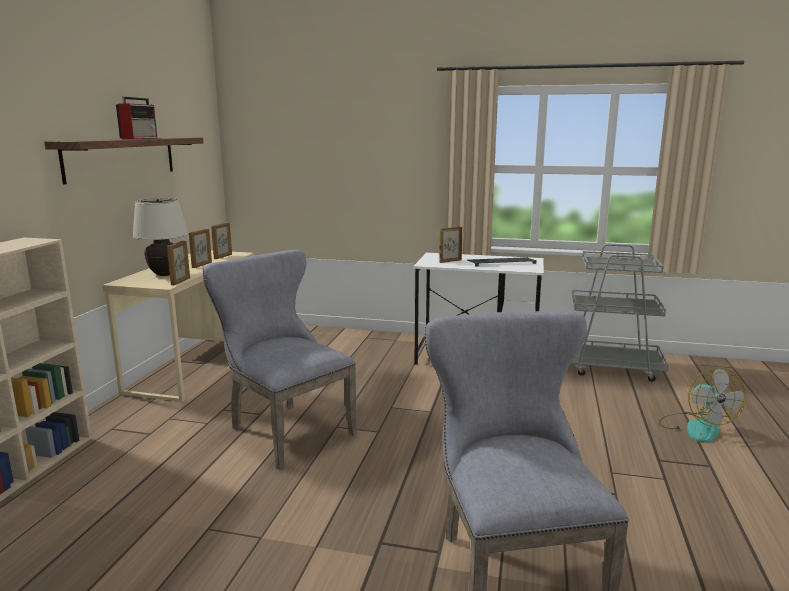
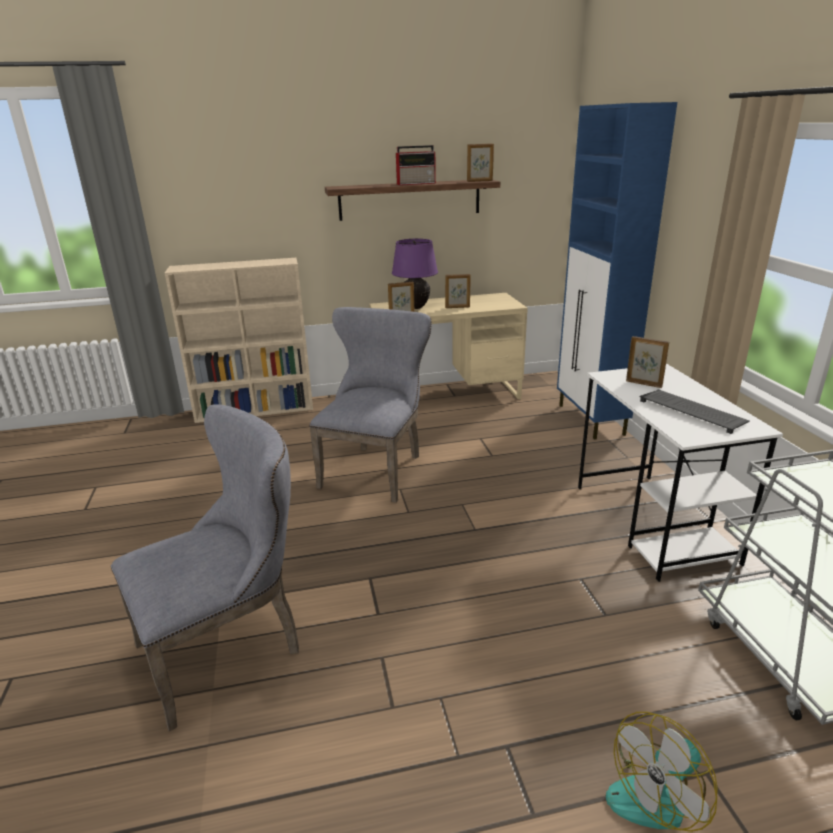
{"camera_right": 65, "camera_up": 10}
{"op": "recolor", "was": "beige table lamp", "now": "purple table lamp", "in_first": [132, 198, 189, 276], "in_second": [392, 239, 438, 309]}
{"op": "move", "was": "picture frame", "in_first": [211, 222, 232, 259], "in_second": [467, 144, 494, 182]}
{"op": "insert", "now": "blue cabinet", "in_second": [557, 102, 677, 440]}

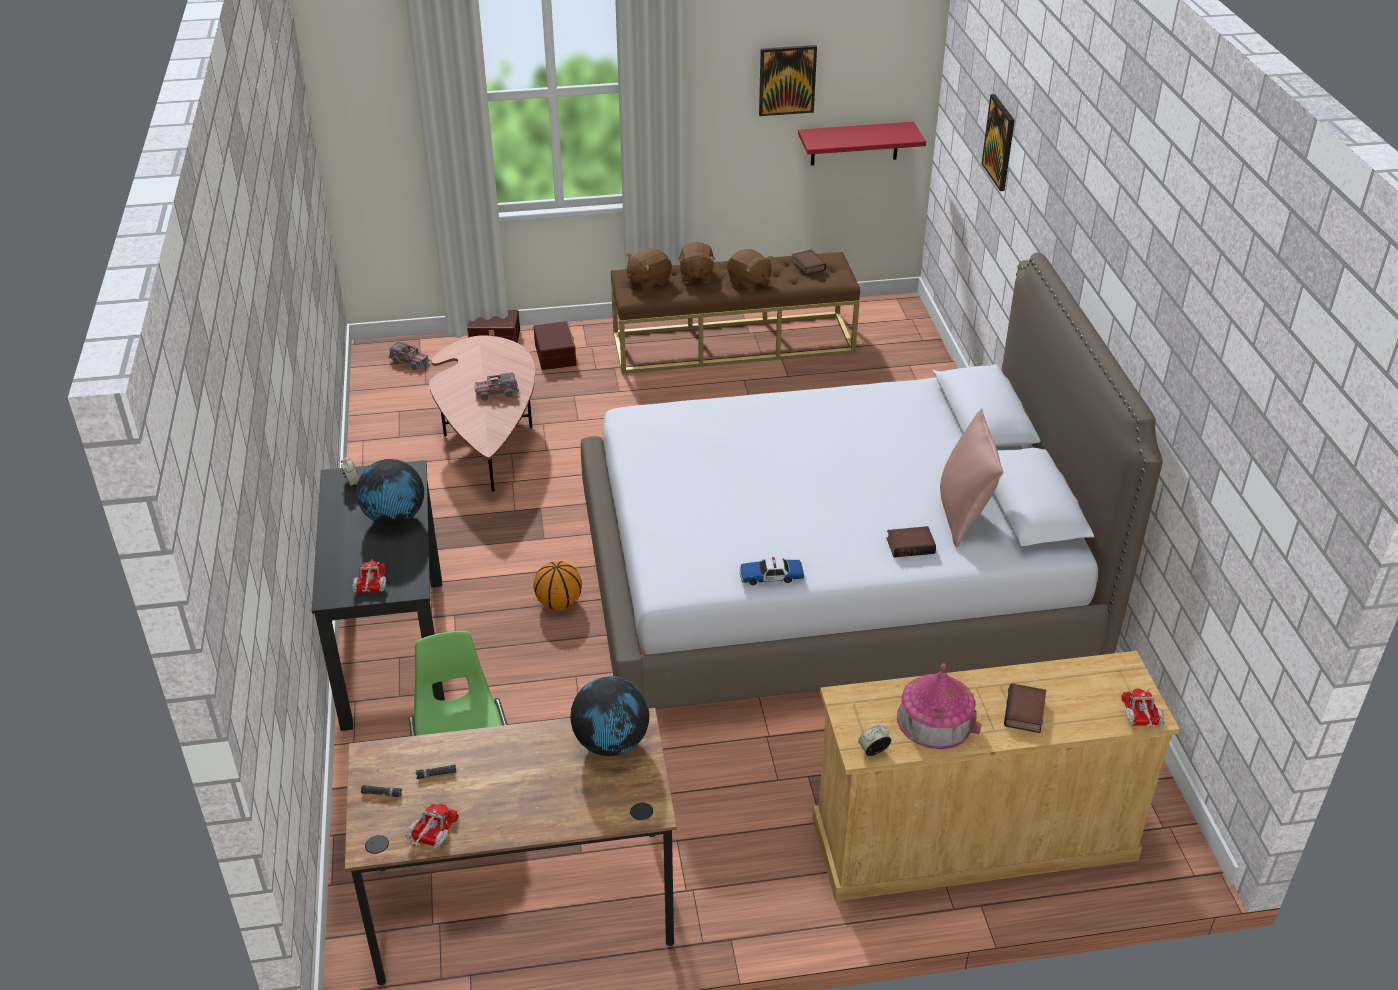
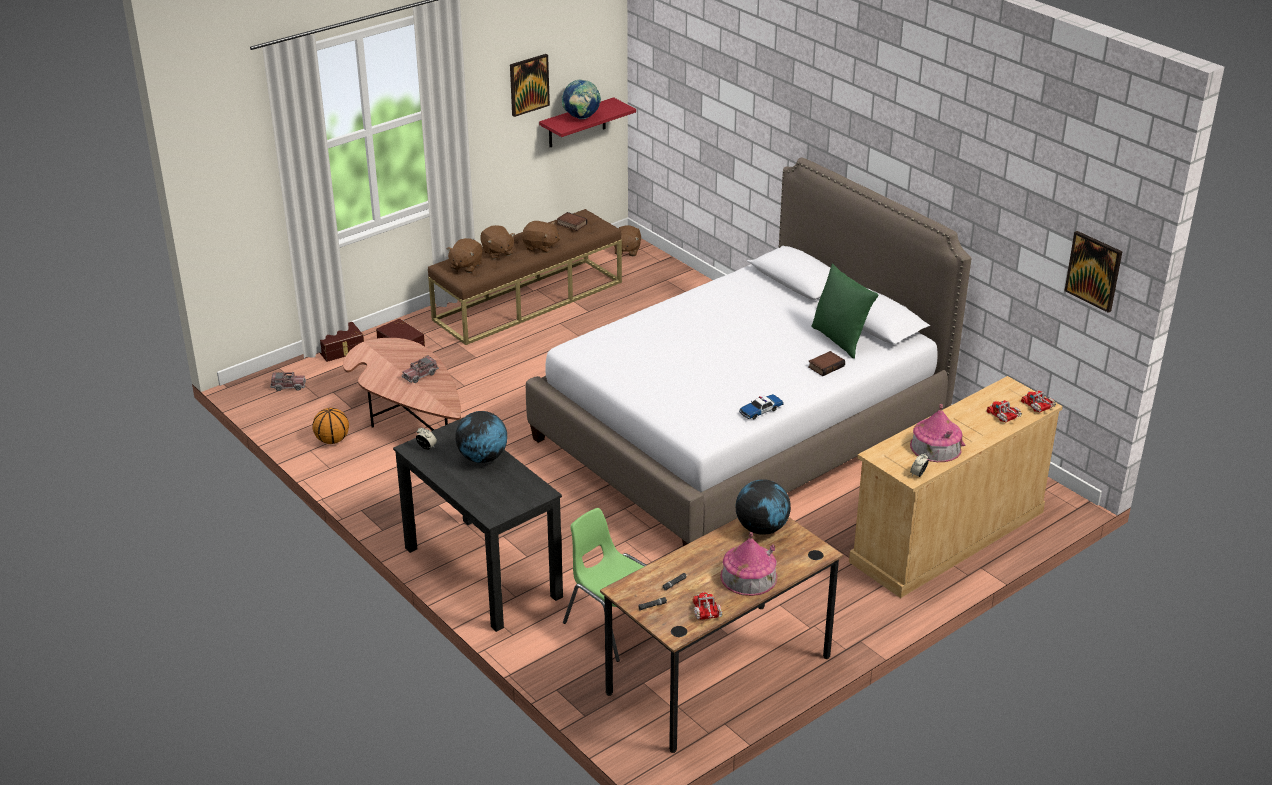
{"camera_right": -30, "camera_up": -5}
{"op": "move", "was": "toy truck", "in_first": [352, 559, 386, 593], "in_second": [986, 400, 1022, 422]}
{"op": "move", "was": "basketball", "in_first": [533, 561, 582, 610], "in_second": [312, 408, 349, 444]}
{"op": "recolor", "was": "pink pillow", "now": "green pillow", "in_first": [940, 408, 1004, 547], "in_second": [811, 263, 878, 359]}
{"op": "move", "was": "picture", "in_first": [981, 94, 1015, 191], "in_second": [1065, 231, 1122, 313]}
{"op": "delete", "was": "book", "in_first": [1004, 683, 1046, 733]}
{"op": "insert", "now": "globe", "in_second": [562, 79, 601, 119]}
{"op": "insert", "now": "brown plush toy", "in_second": [614, 225, 641, 256]}
{"op": "insert", "now": "toy house", "in_second": [720, 532, 777, 596]}

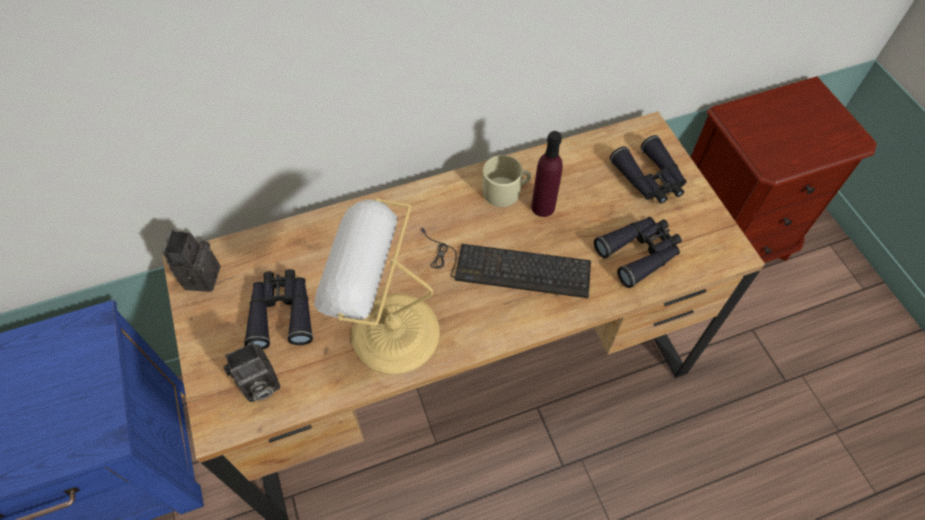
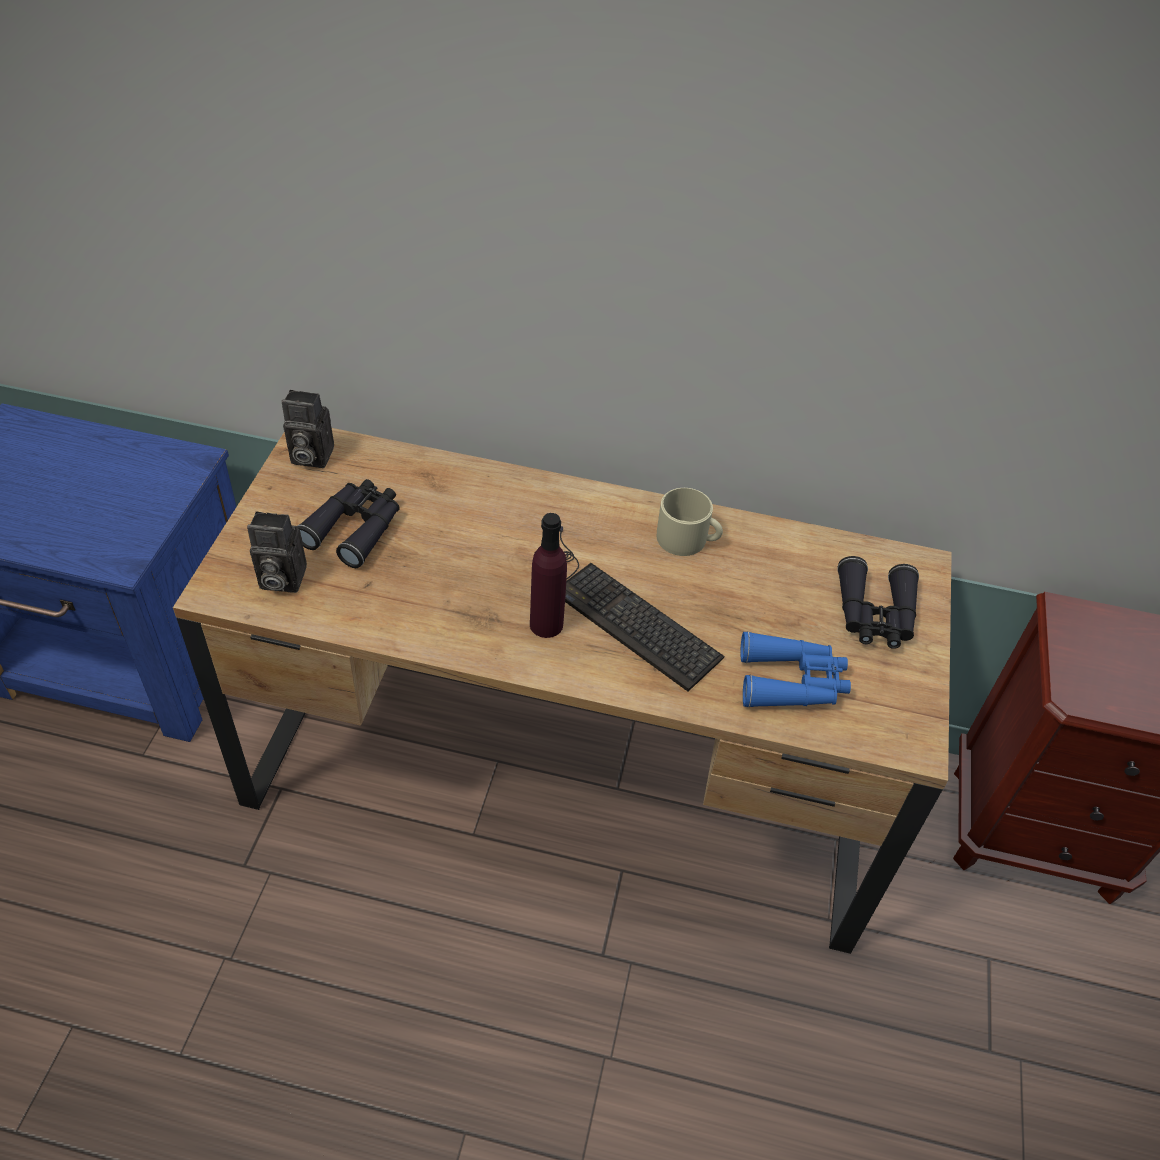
{"camera_right": 30, "camera_up": -10}
{"op": "rotate", "was": "photo camera", "in_first": [162, 229, 221, 292], "in_second": [282, 390, 334, 468], "clockwise": -120}
{"op": "delete", "was": "table lamp", "in_first": [314, 198, 440, 375]}
{"op": "move", "was": "purple bottle", "in_first": [531, 131, 563, 217], "in_second": [530, 513, 567, 638]}
{"op": "recolor", "was": "black binoculars", "now": "blue binoculars", "in_first": [594, 217, 682, 288], "in_second": [740, 631, 851, 708]}

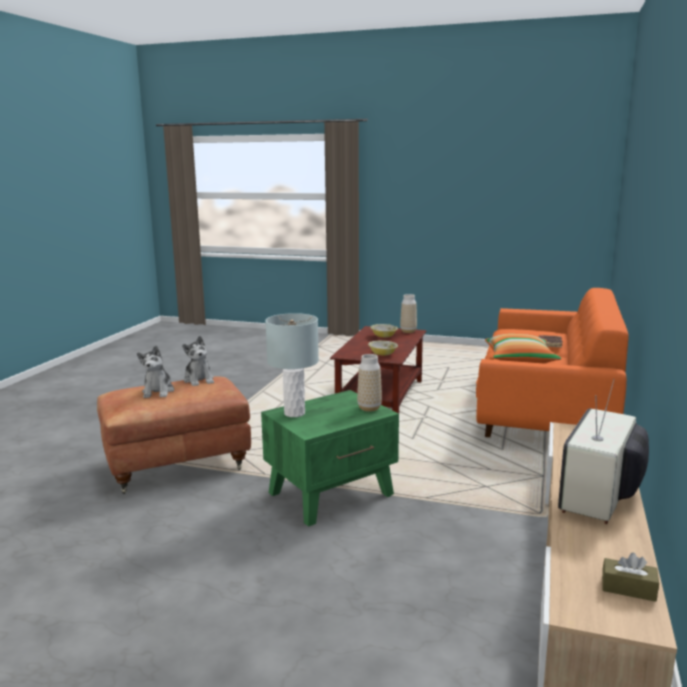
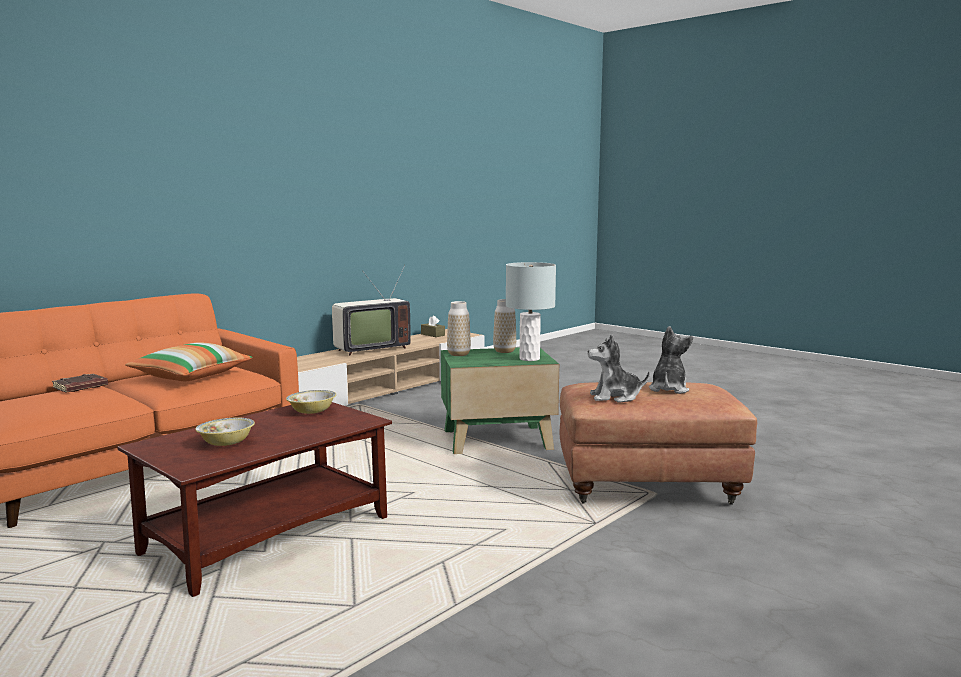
{"camera_right": -155, "camera_up": -5}
{"op": "rotate", "was": "plush toy", "in_first": [182, 336, 214, 386], "in_second": [588, 334, 650, 403], "clockwise": -90}
{"op": "move", "was": "vase", "in_first": [400, 294, 417, 333], "in_second": [493, 299, 516, 353]}

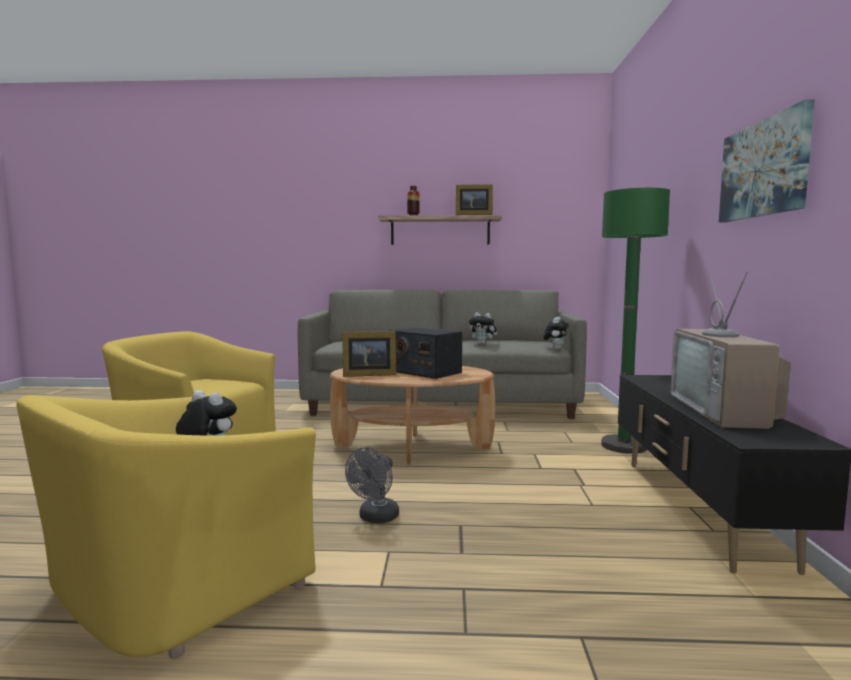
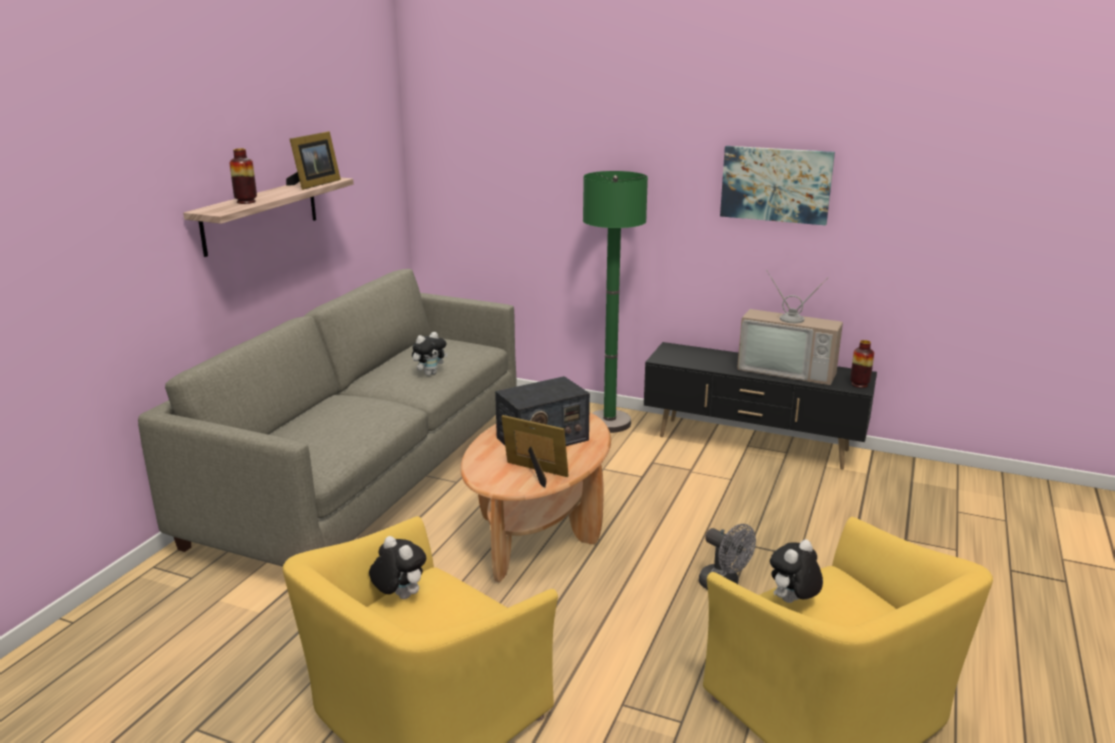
{"camera_right": -70, "camera_up": 15}
{"op": "rotate", "was": "picture frame", "in_first": [342, 331, 397, 377], "in_second": [501, 415, 569, 488], "clockwise": -75}
{"op": "move", "was": "plush toy", "in_first": [543, 317, 569, 350], "in_second": [369, 536, 426, 599]}
{"op": "insert", "now": "vase", "in_second": [850, 340, 874, 388]}

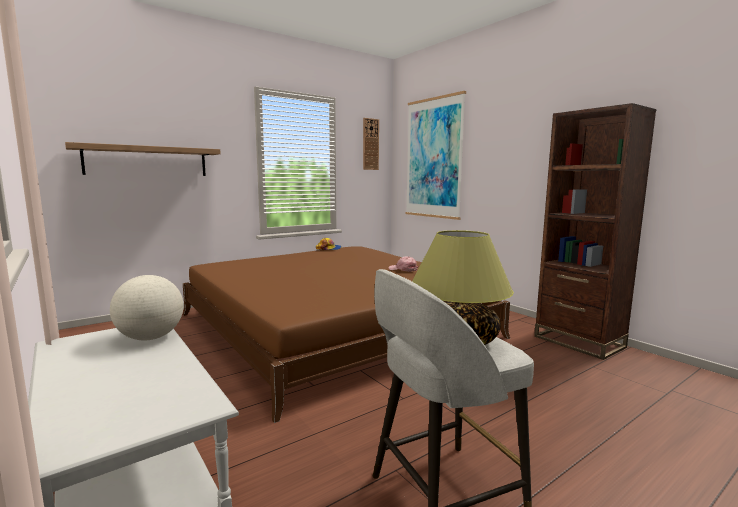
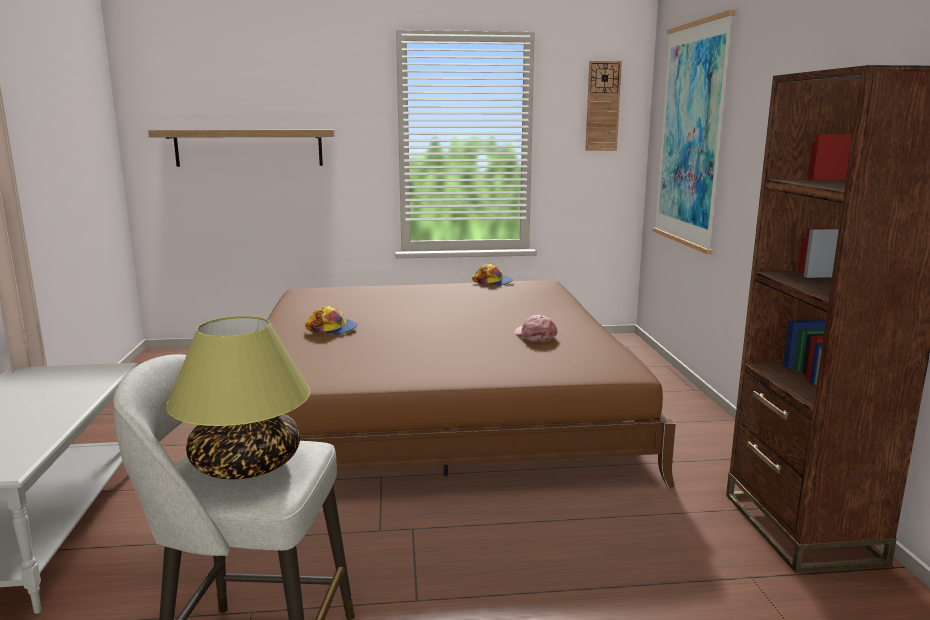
{"camera_right": 30, "camera_up": 5}
{"op": "delete", "was": "globe", "in_first": [110, 275, 183, 340]}
{"op": "insert", "now": "cap", "in_second": [305, 306, 358, 335]}

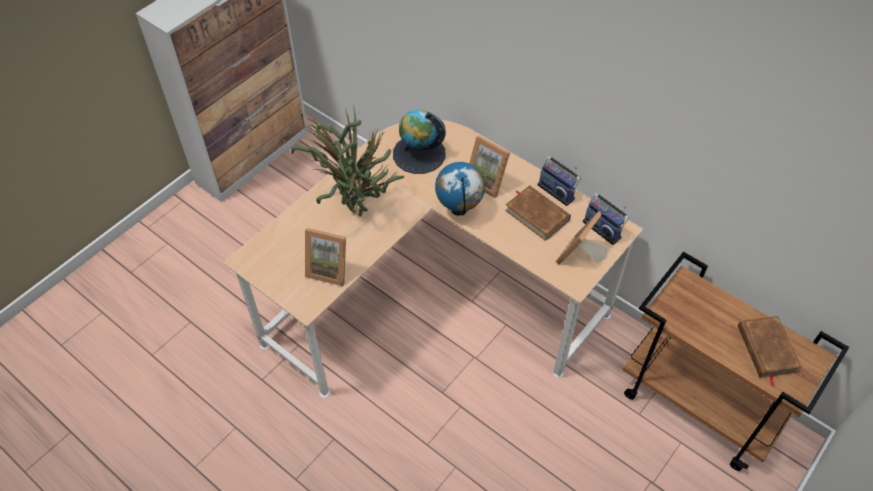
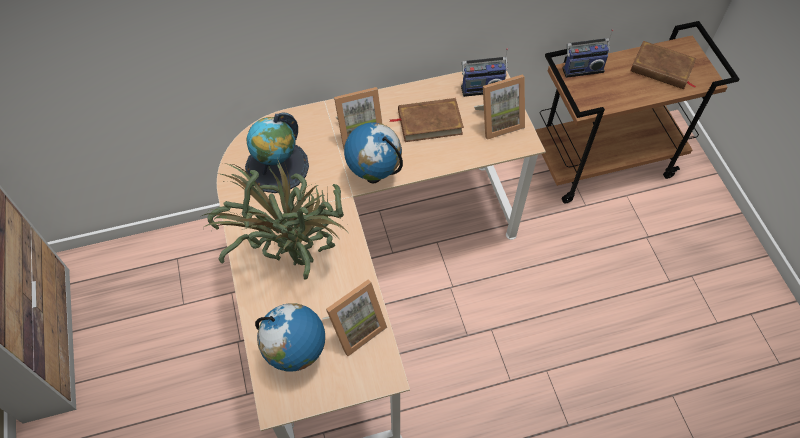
{"camera_right": -55, "camera_up": 5}
{"op": "move", "was": "radio", "in_first": [537, 156, 581, 206], "in_second": [562, 29, 613, 78]}
{"op": "rotate", "was": "picture frame", "in_first": [556, 211, 607, 264], "in_second": [474, 74, 525, 140], "clockwise": -90}
{"op": "insert", "now": "globe", "in_second": [255, 303, 325, 372]}

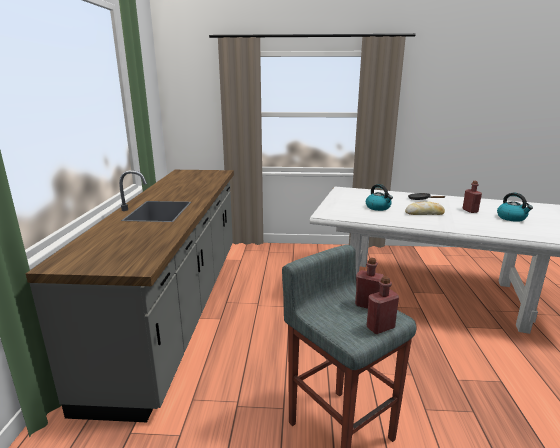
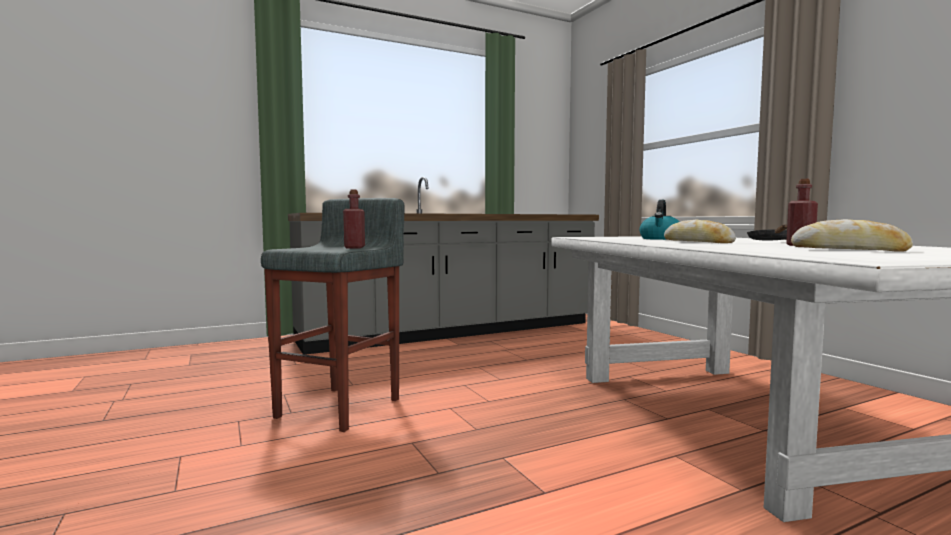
{"camera_right": 60, "camera_up": -15}
{"op": "delete", "was": "red bottle", "in_first": [367, 276, 399, 334]}
{"op": "replace", "was": "kettle", "now": "bread", "in_first": [497, 193, 533, 222], "in_second": [791, 219, 913, 252]}

